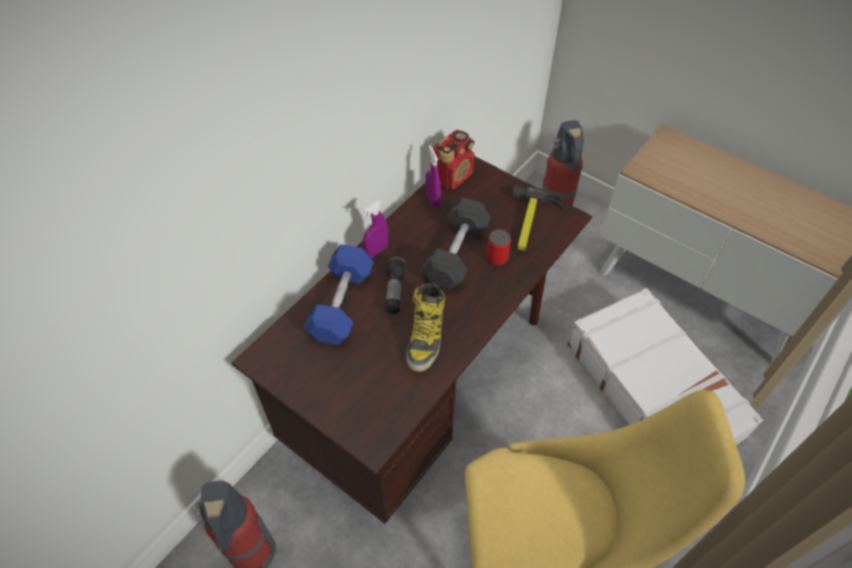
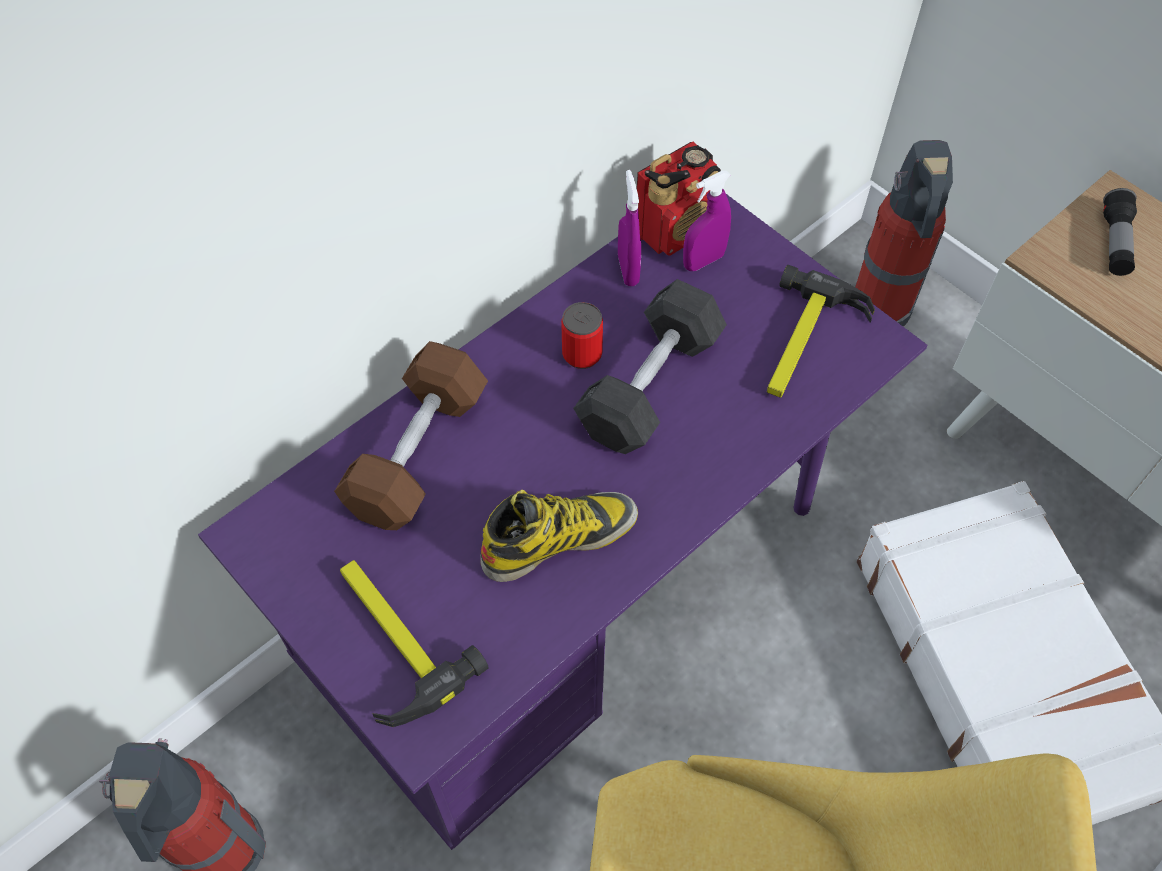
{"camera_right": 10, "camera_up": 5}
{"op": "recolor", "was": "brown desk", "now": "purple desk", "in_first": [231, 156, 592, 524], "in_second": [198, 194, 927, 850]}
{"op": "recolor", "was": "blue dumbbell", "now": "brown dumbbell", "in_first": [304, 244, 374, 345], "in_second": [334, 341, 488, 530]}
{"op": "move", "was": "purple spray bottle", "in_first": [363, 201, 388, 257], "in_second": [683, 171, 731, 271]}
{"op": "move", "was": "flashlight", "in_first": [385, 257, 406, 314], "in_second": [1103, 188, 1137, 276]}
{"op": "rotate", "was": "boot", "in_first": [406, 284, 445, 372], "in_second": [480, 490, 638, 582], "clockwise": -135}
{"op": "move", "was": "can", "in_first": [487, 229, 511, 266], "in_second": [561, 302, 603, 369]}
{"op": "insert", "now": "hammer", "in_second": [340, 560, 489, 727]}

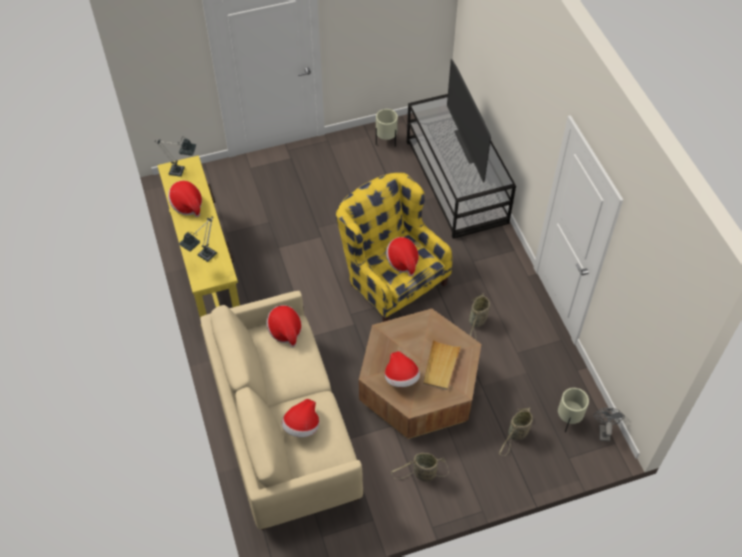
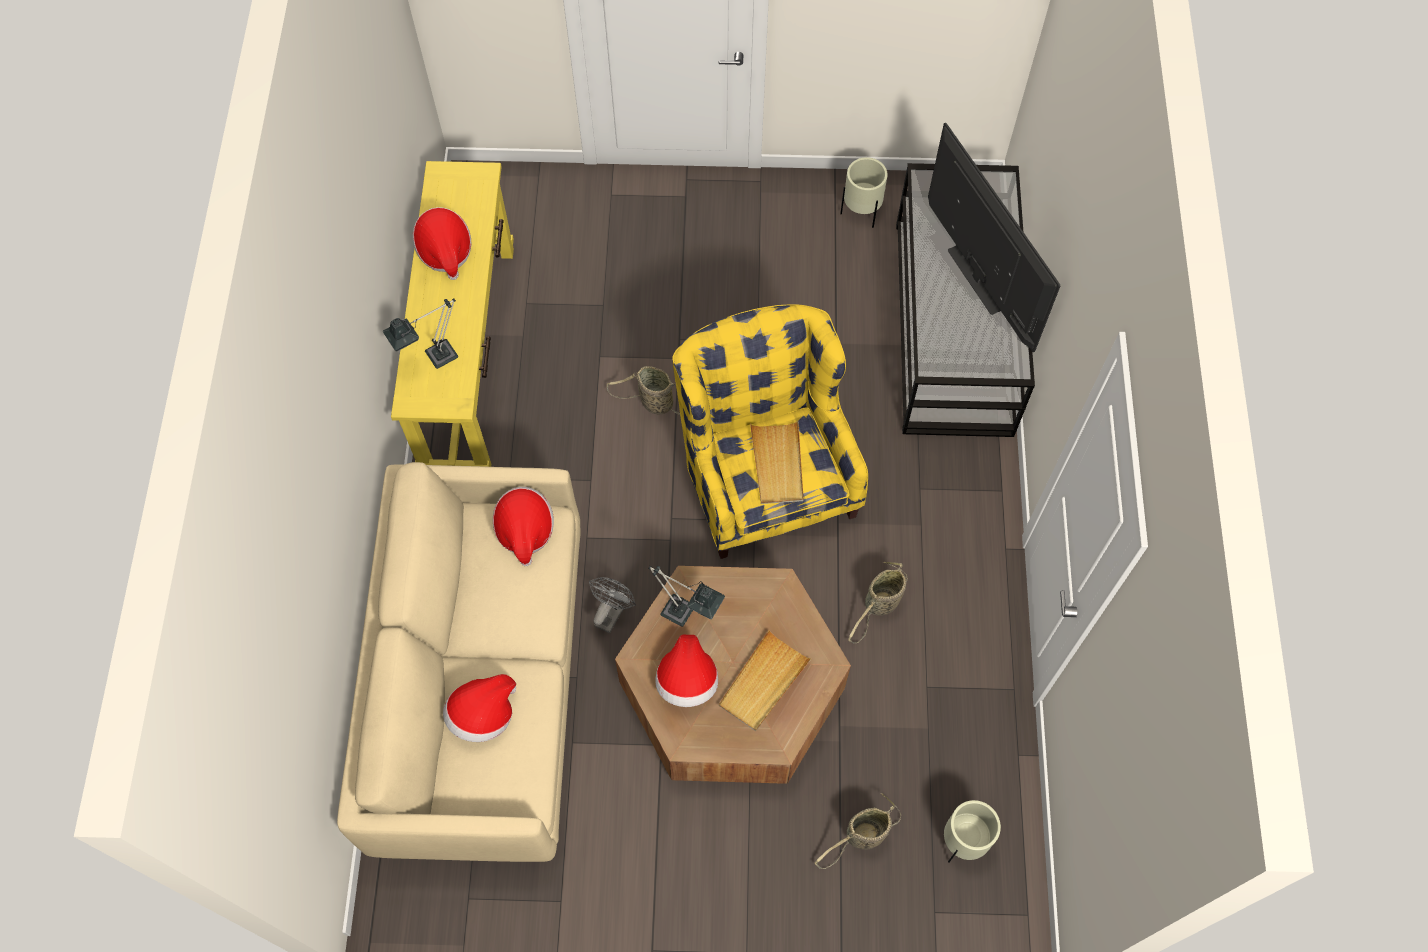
{"camera_right": 20, "camera_up": 10}
{"op": "move", "was": "table lamp", "in_first": [155, 136, 196, 177], "in_second": [648, 566, 725, 627]}
{"op": "replace", "was": "hat", "now": "beige tray", "in_first": [386, 237, 419, 277], "in_second": [750, 421, 803, 504]}
{"op": "move", "was": "basket", "in_first": [391, 453, 448, 481], "in_second": [607, 366, 680, 415]}
{"op": "rotate", "was": "television", "in_first": [447, 59, 491, 183], "in_second": [928, 123, 1060, 352], "clockwise": 150}
{"op": "move", "was": "grey fan", "in_first": [593, 408, 625, 442], "in_second": [589, 577, 636, 633]}

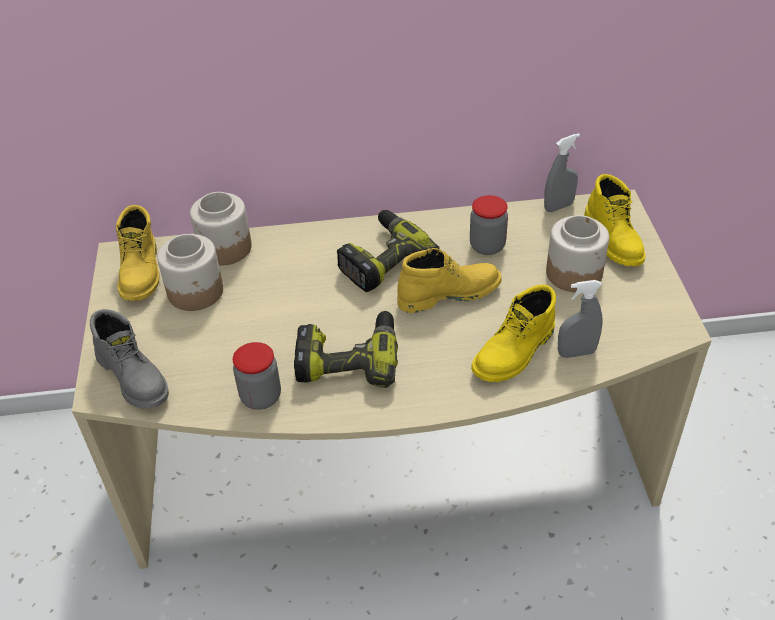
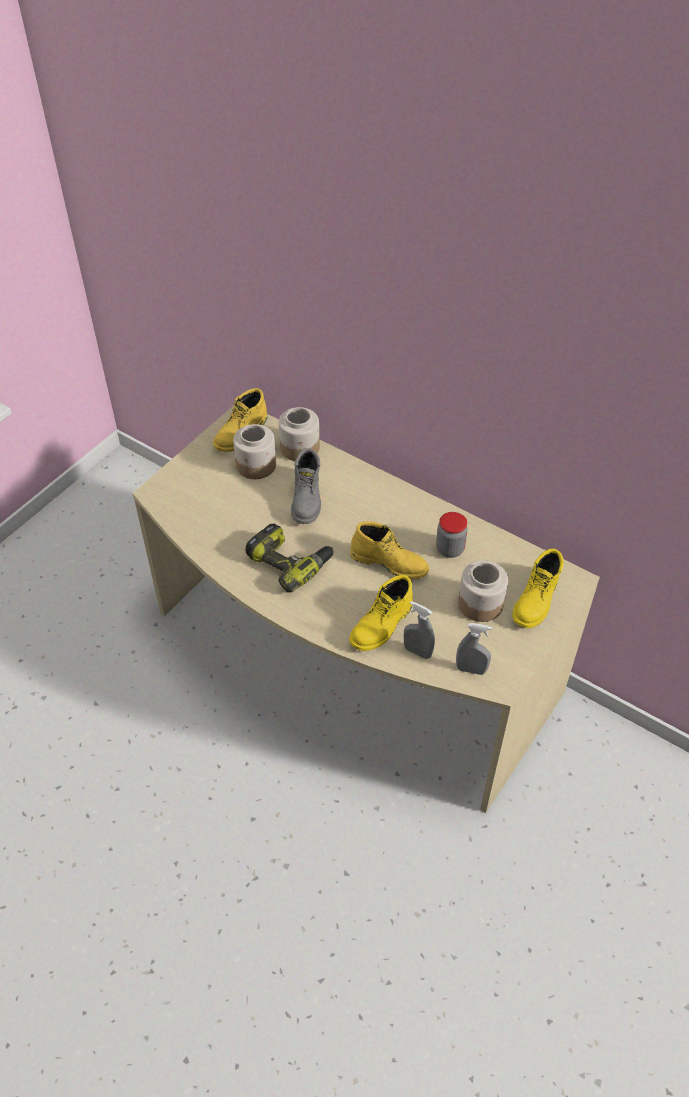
{"camera_right": 40, "camera_up": 5}
{"op": "move", "was": "grey boot", "in_first": [90, 309, 169, 409], "in_second": [291, 448, 321, 524]}
{"op": "delete", "was": "jar", "in_first": [233, 342, 281, 410]}
{"op": "delete", "was": "power drill", "in_first": [337, 210, 440, 292]}
{"op": "rotate", "was": "yellow boot", "in_first": [471, 284, 556, 382], "in_second": [349, 575, 413, 651], "clockwise": -45}
{"op": "move", "was": "grey spray bottle", "in_first": [544, 133, 580, 212], "in_second": [456, 623, 492, 675]}

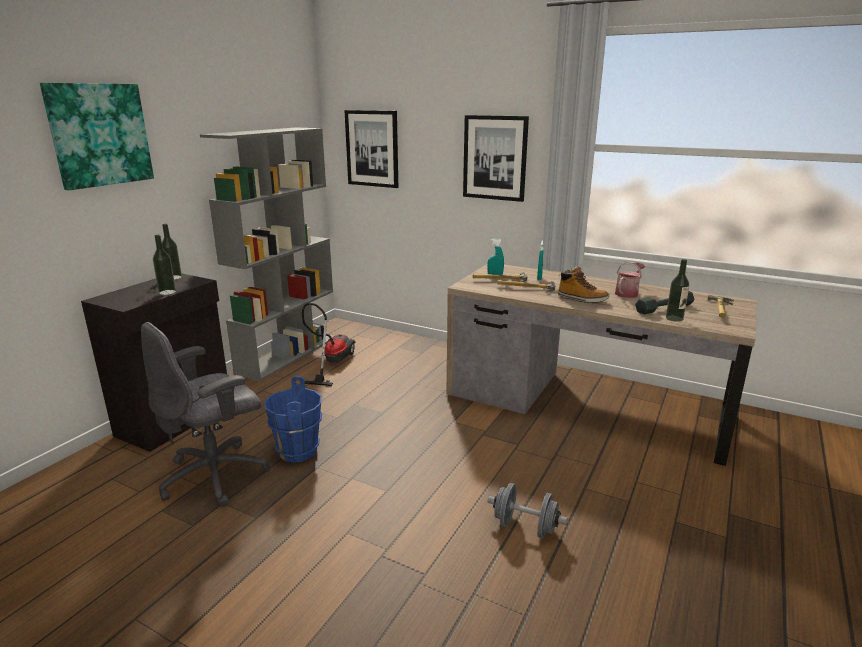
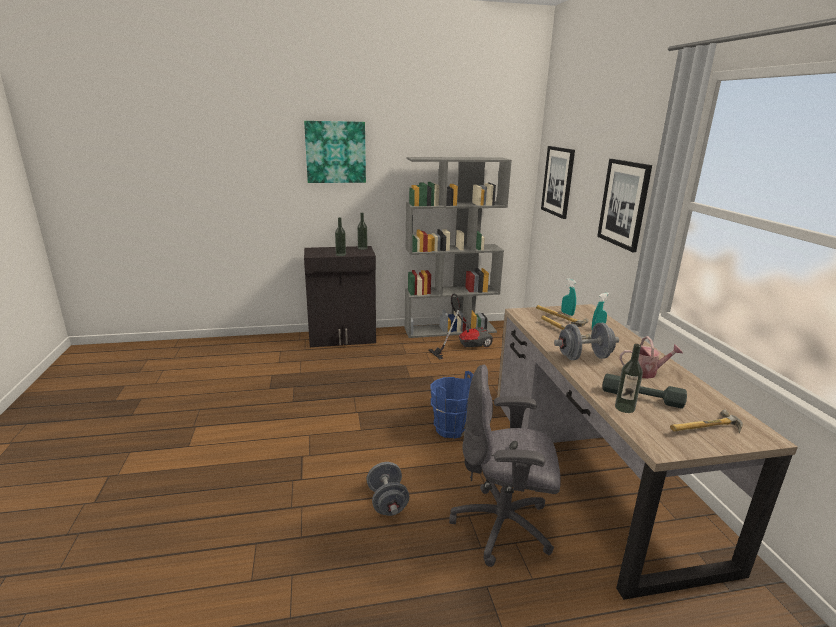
{"camera_right": 50, "camera_up": 0}
{"op": "move", "was": "grey office chair", "in_first": [141, 322, 270, 507], "in_second": [449, 365, 561, 567]}
{"op": "move", "was": "blue bucket", "in_first": [264, 376, 322, 463], "in_second": [430, 371, 473, 439]}
{"op": "replace", "was": "boot", "now": "grey dumbbell", "in_first": [558, 266, 609, 303], "in_second": [554, 323, 619, 360]}

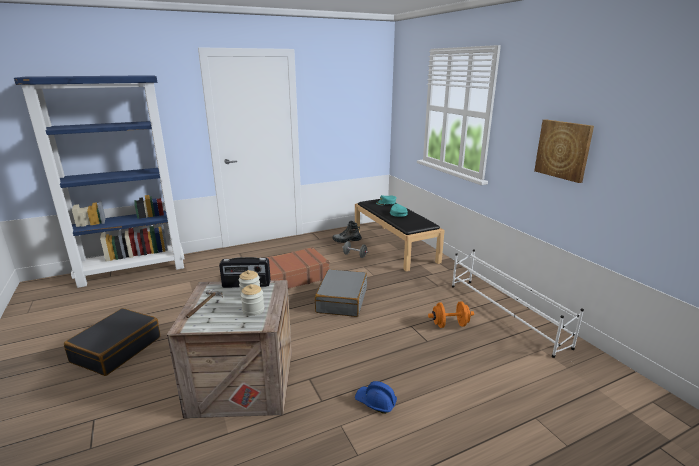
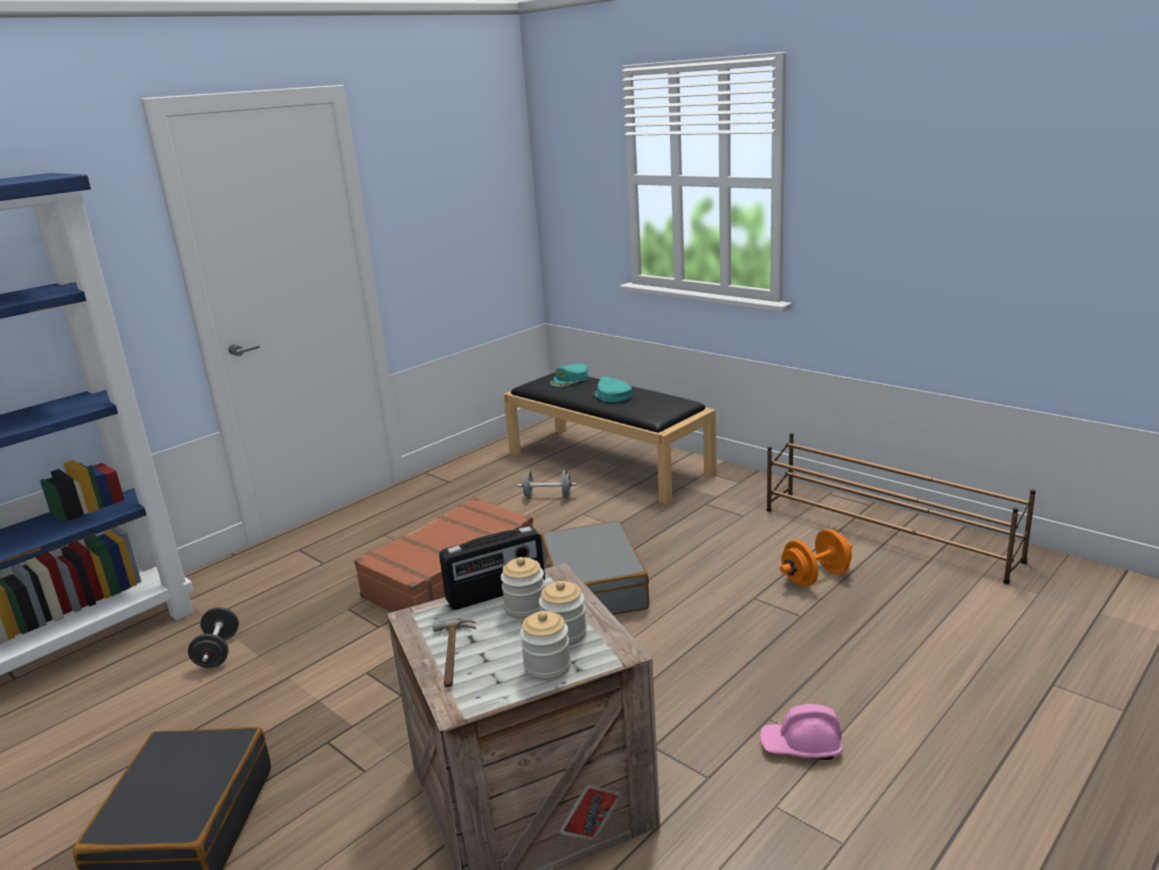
{"camera_right": -20, "camera_up": 0}
{"op": "delete", "was": "boot", "in_first": [332, 221, 362, 243]}
{"op": "recolor", "was": "blue hard hat", "now": "pink hard hat", "in_first": [355, 381, 397, 414], "in_second": [760, 704, 842, 760]}
{"op": "recolor", "was": "white shoe rack", "now": "brown shoe rack", "in_first": [452, 250, 584, 358], "in_second": [767, 433, 1036, 584]}
{"op": "delete", "was": "picture", "in_first": [534, 119, 594, 183]}
{"op": "insert", "now": "black dumbbell", "in_second": [188, 607, 239, 668]}
{"op": "insert", "now": "jar", "in_second": [520, 611, 571, 681]}

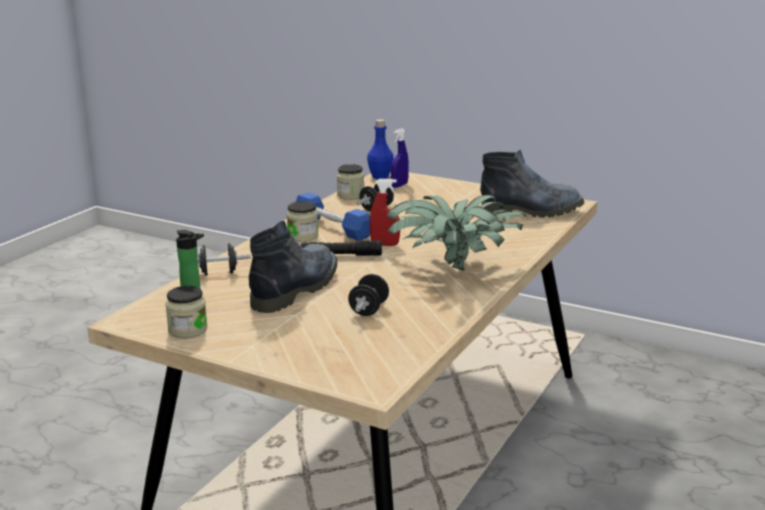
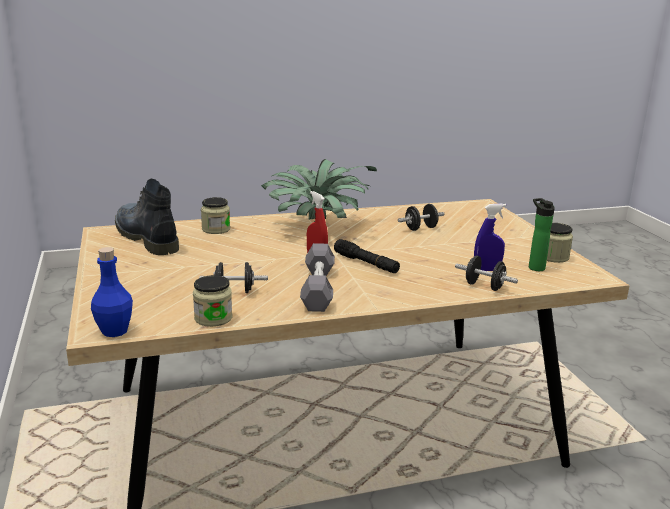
{"camera_right": -135, "camera_up": 0}
{"op": "delete", "was": "boot", "in_first": [249, 221, 337, 313]}
{"op": "move", "was": "jar", "in_first": [286, 201, 319, 242], "in_second": [201, 197, 230, 234]}
{"op": "recolor", "was": "blue dumbbell", "now": "grey dumbbell", "in_first": [296, 192, 370, 241], "in_second": [300, 243, 335, 312]}
{"op": "move", "was": "blue spray bottle", "in_first": [391, 128, 409, 188], "in_second": [474, 203, 506, 271]}

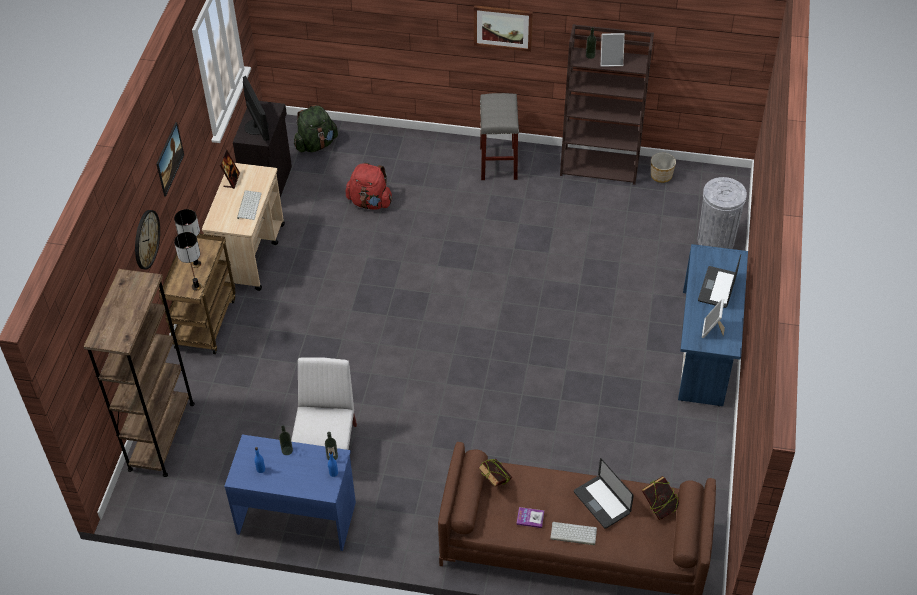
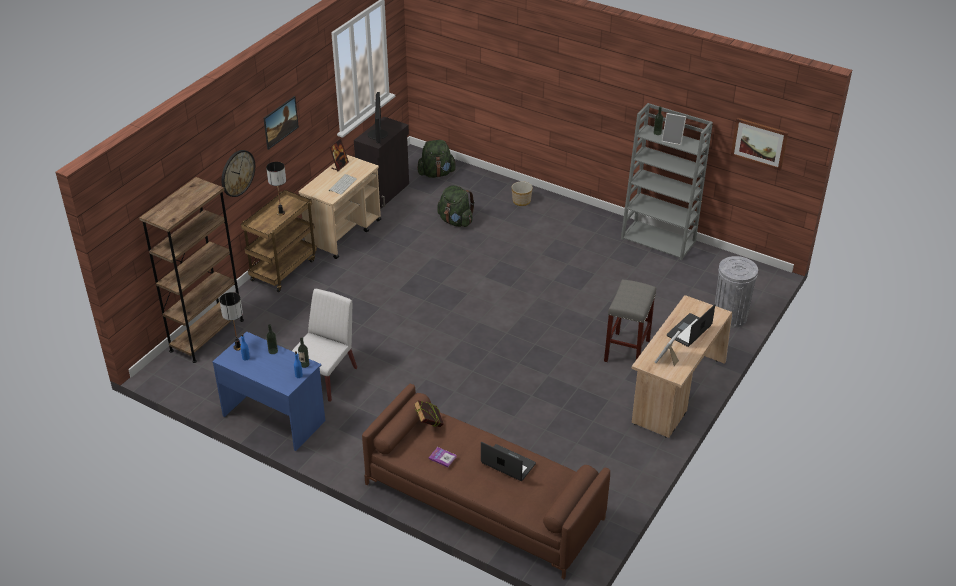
{"camera_right": 20, "camera_up": -10}
{"op": "move", "was": "table lamp", "in_first": [174, 232, 202, 291], "in_second": [219, 292, 243, 351]}
{"op": "recolor", "was": "red backpack", "now": "green backpack", "in_first": [346, 163, 392, 210], "in_second": [437, 185, 475, 227]}
{"op": "move", "was": "picture", "in_first": [474, 5, 533, 52], "in_second": [731, 118, 788, 171]}
{"op": "move", "was": "grey stool", "in_first": [480, 93, 519, 180], "in_second": [604, 279, 656, 362]}
{"op": "delete", "was": "keyboard", "in_first": [550, 522, 597, 545]}
{"op": "recolor", "was": "brown bookcase", "now": "grey bookcase", "in_first": [560, 24, 654, 185], "in_second": [621, 103, 713, 260]}
{"op": "rotate", "was": "laptop", "in_first": [574, 458, 634, 529], "in_second": [481, 442, 536, 481], "clockwise": 135}
{"op": "delete", "was": "book", "in_first": [641, 476, 679, 520]}
{"op": "move", "was": "planter", "in_first": [651, 153, 676, 183], "in_second": [512, 181, 533, 206]}
{"op": "recolor", "was": "blue desk", "now": "beige desk", "in_first": [678, 244, 748, 406], "in_second": [632, 295, 732, 438]}

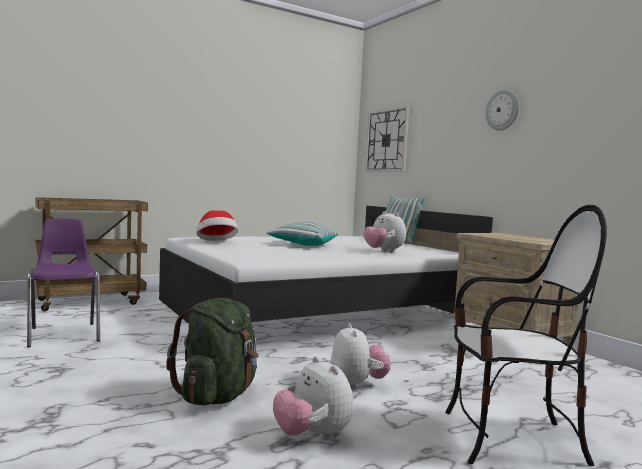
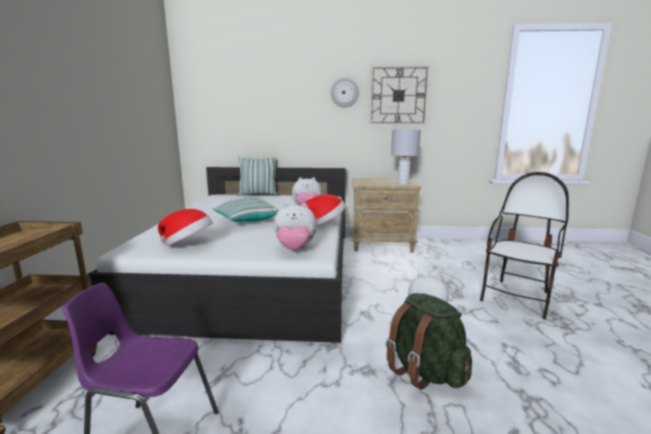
{"camera_right": -55, "camera_up": 10}
{"op": "move", "was": "plush toy", "in_first": [273, 356, 353, 440], "in_second": [274, 203, 317, 250]}
{"op": "move", "was": "wall clock", "in_first": [365, 106, 409, 172], "in_second": [369, 65, 430, 125]}
{"op": "insert", "now": "hat", "in_second": [305, 194, 346, 225]}
{"op": "insert", "now": "grey table lamp", "in_second": [391, 129, 421, 185]}

